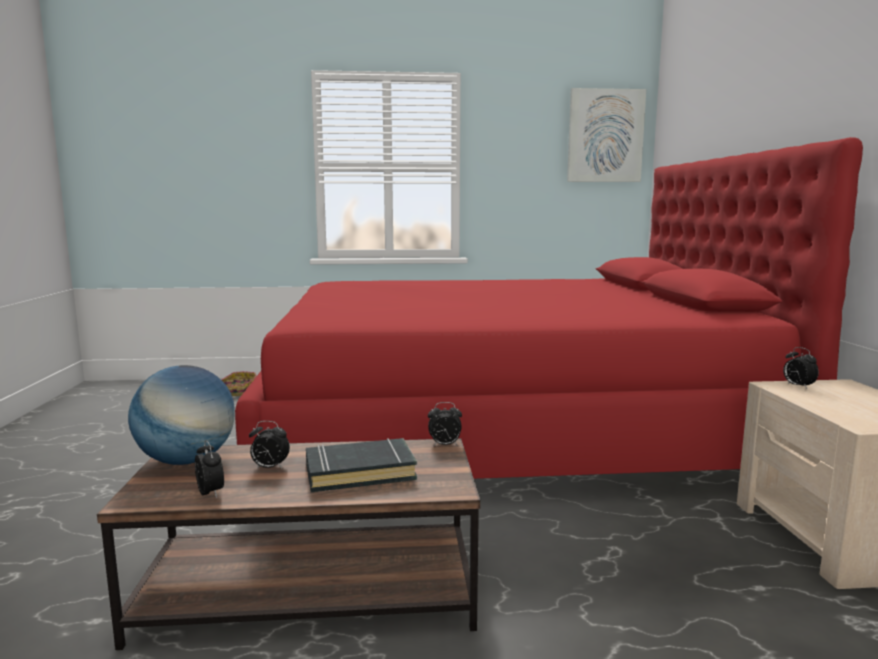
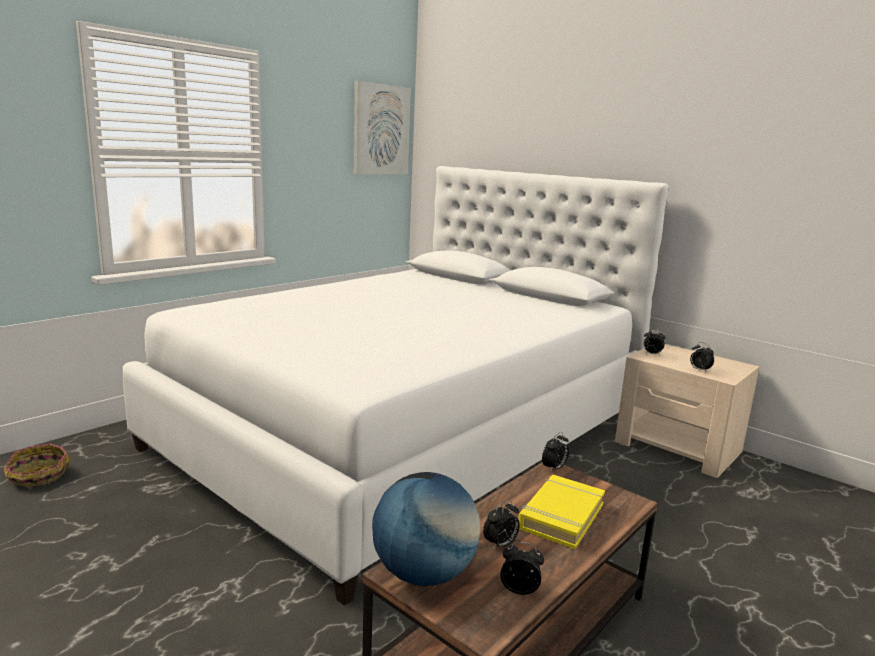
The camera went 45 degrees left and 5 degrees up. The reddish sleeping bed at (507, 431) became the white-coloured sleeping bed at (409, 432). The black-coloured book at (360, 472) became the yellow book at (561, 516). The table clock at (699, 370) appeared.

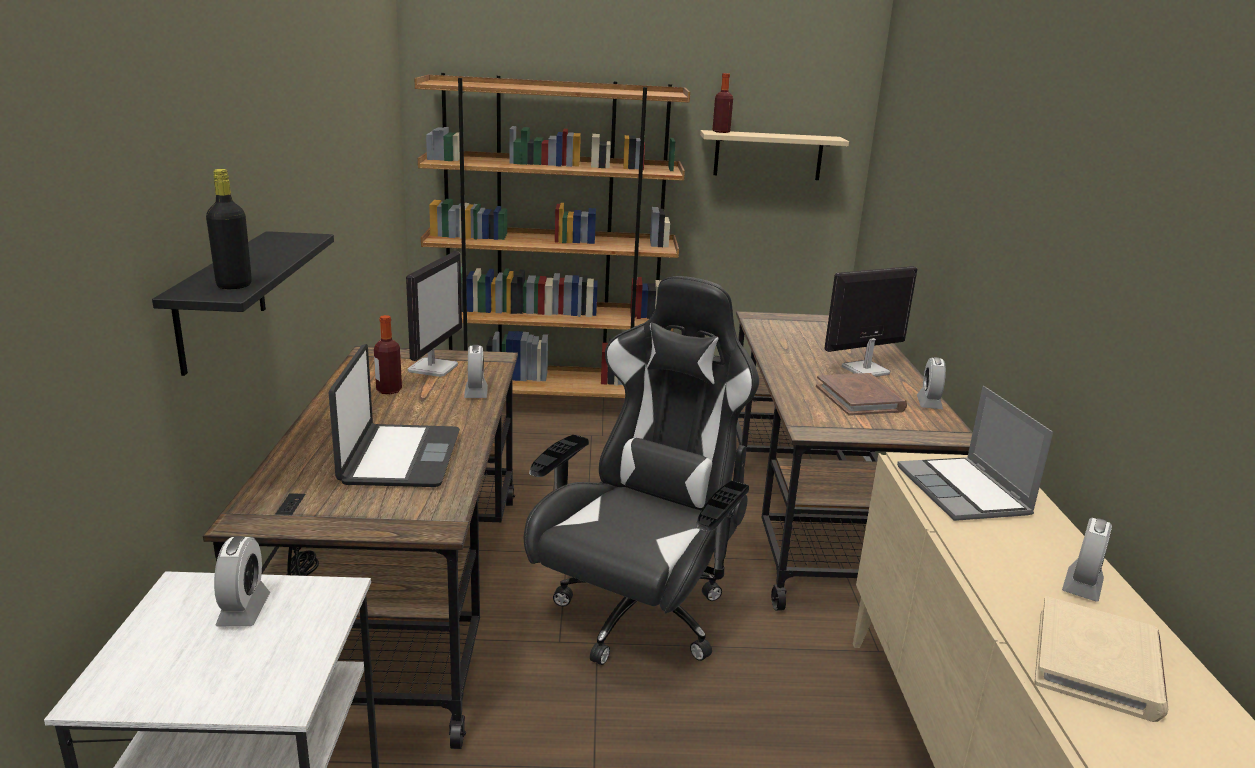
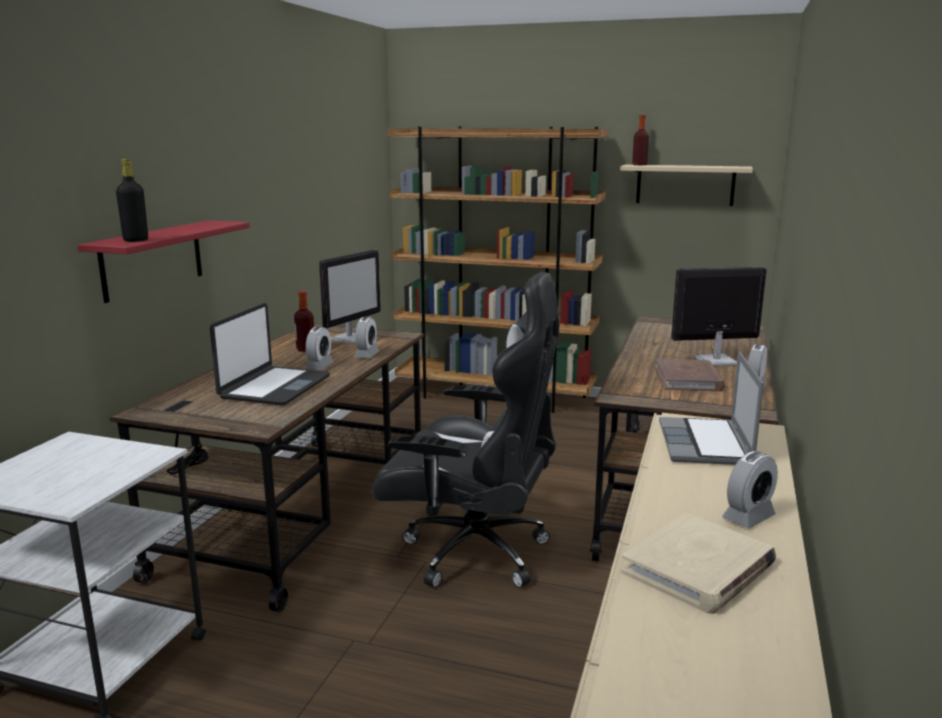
The camera went 20 degrees right and 5 degrees down. The black-coloured shelf at (221, 300) became the reddish shelf at (153, 259). The table clock moved from (244, 610) to (319, 366). The black-coloured office chair at (636, 621) turned 60 degrees clockwise.

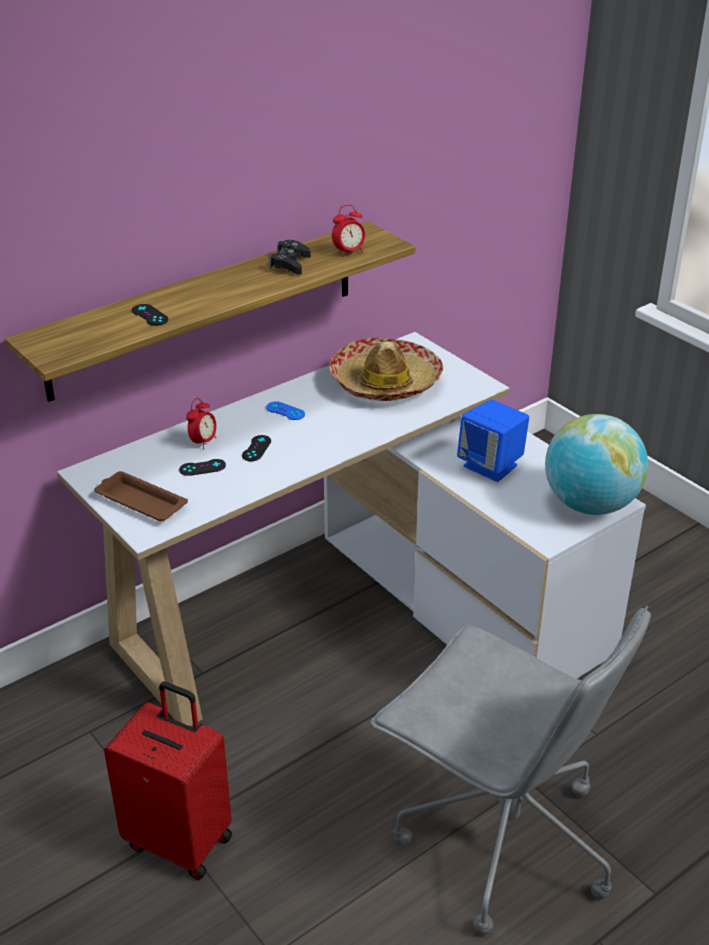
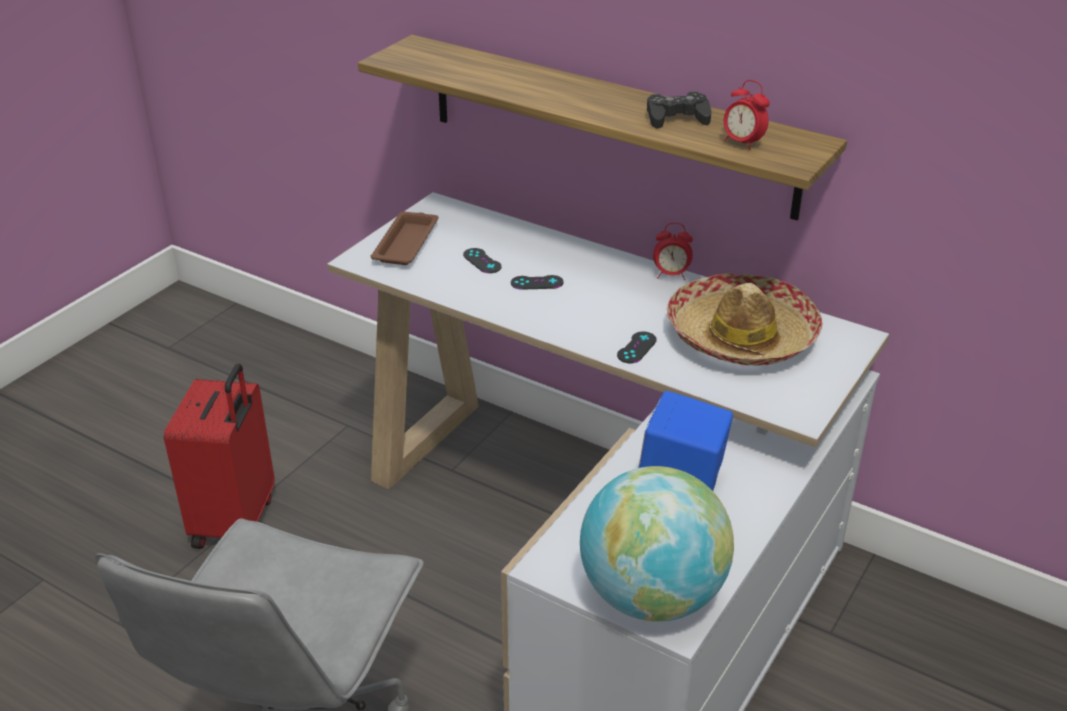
The camera went 70 degrees right and 0 degrees up. The black-coloured gamepad moved from (150, 315) to (636, 348). The table clock moved from (203, 442) to (671, 275). The bluish gamepad at (285, 411) disappeared.

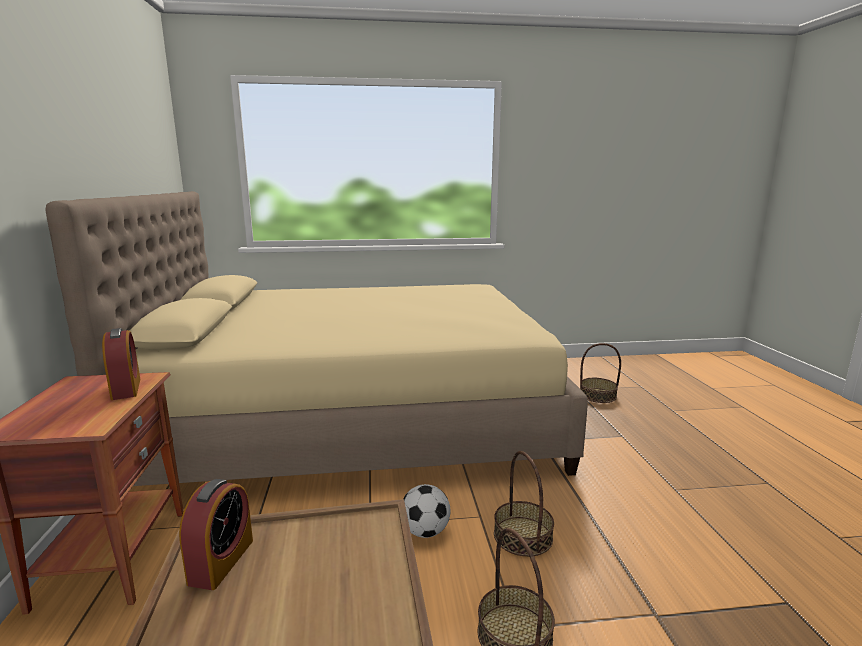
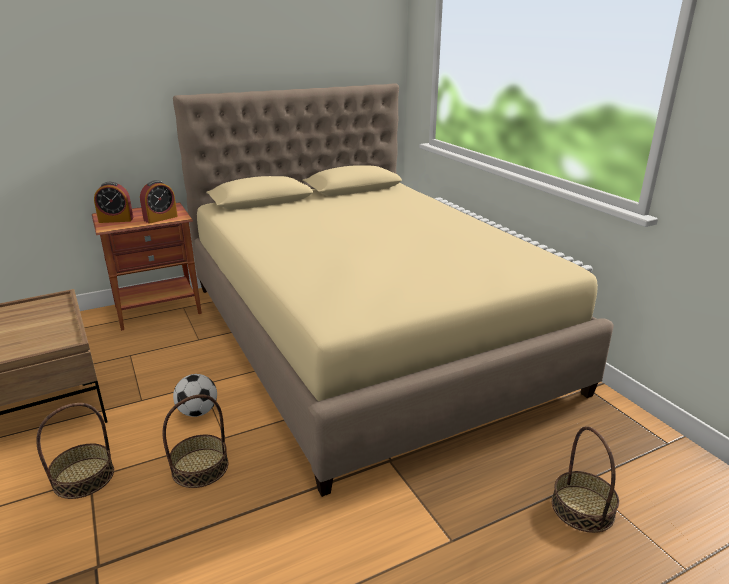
The camera went 70 degrees right and 10 degrees up. The table clock moved from (221, 561) to (116, 220).

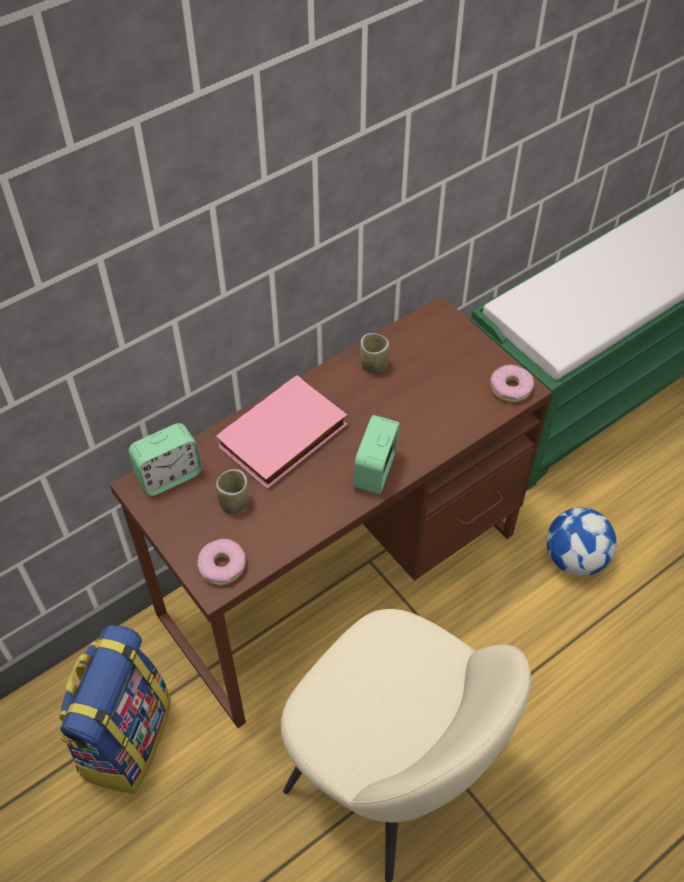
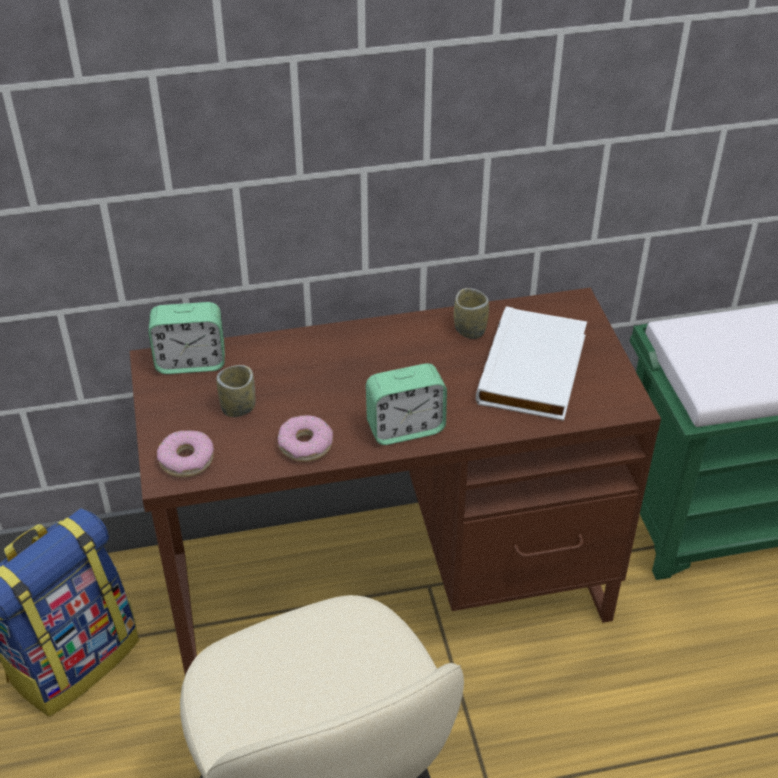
The camera went 25 degrees right and 10 degrees down. The pinkish book at (283, 437) disappeared. The table clock at (375, 471) turned 150 degrees counterclockwise. The doughnut moved from (511, 388) to (305, 445). The football ball at (574, 558) disappeared. The white-coloured book at (535, 370) appeared.

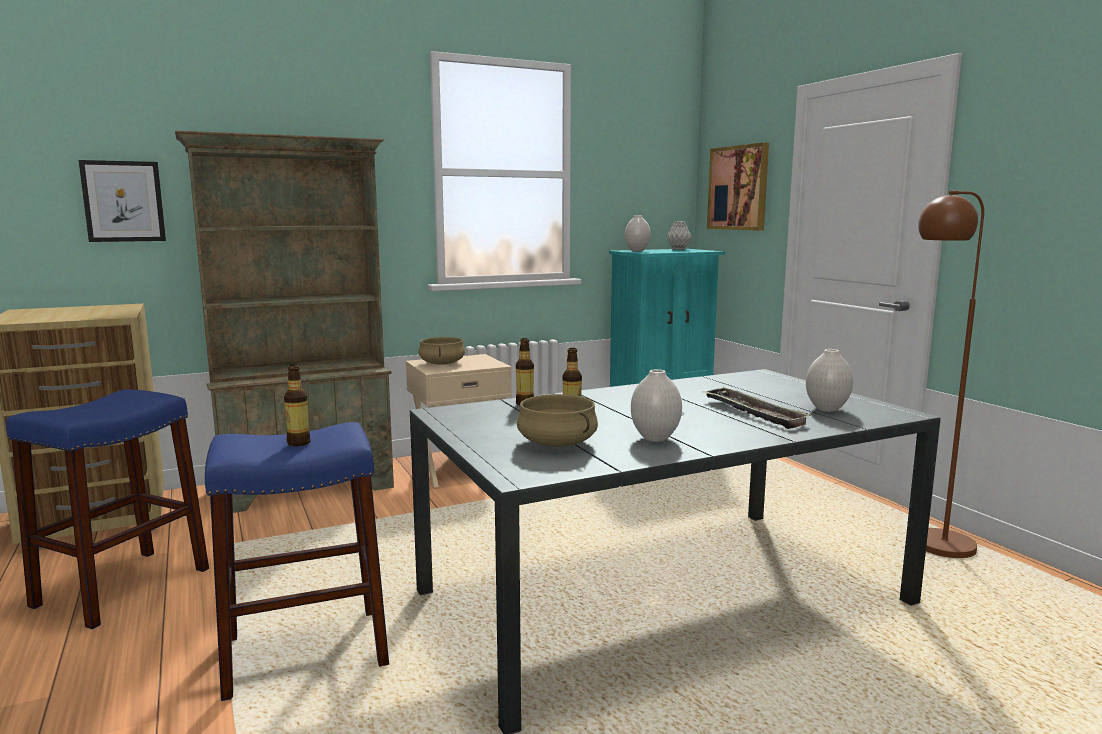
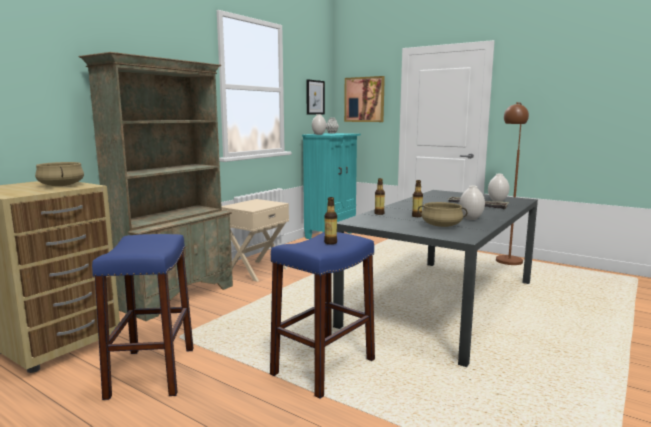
The camera went 30 degrees left and 0 degrees up. The wall picture moved from (123, 201) to (315, 97). The beige-coloured saucepot moved from (441, 363) to (60, 185).

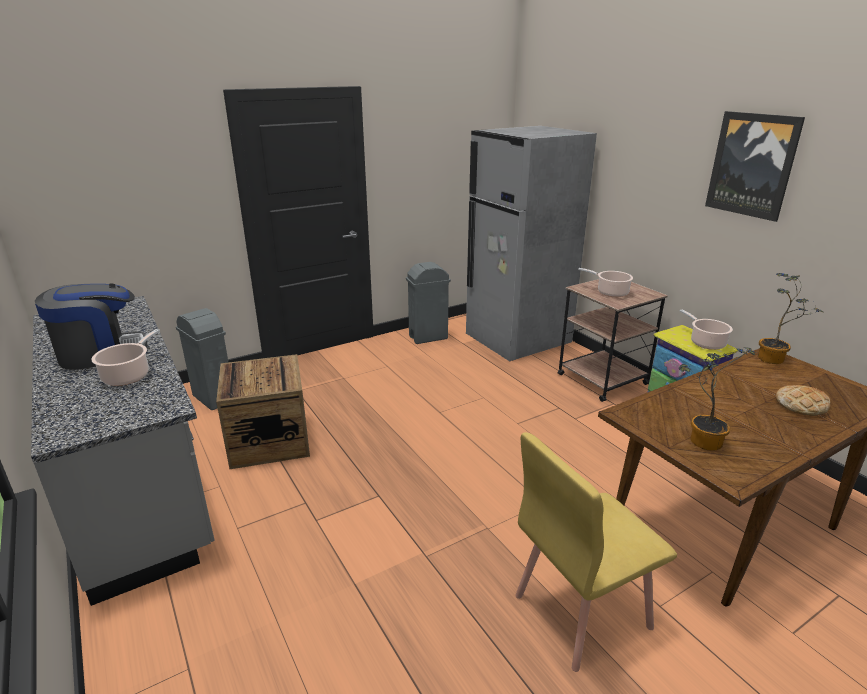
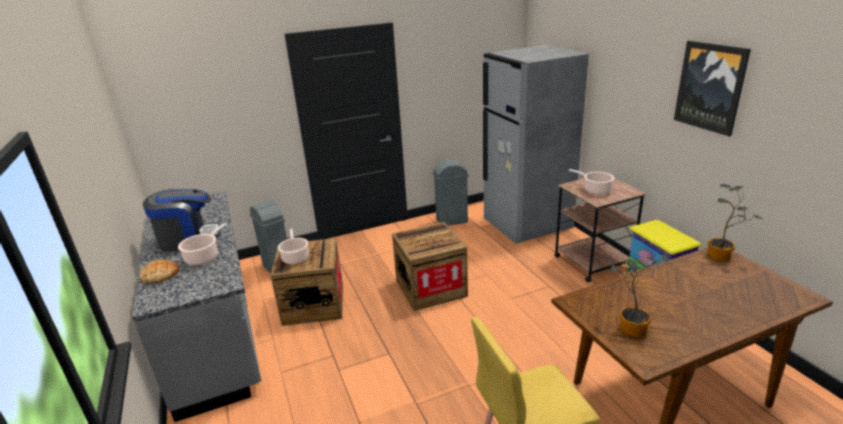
The camera went 10 degrees right and 0 degrees up. The saucepot moved from (705, 343) to (295, 257). The bread moved from (801, 405) to (160, 274). The shipping crate at (431, 288) appeared.

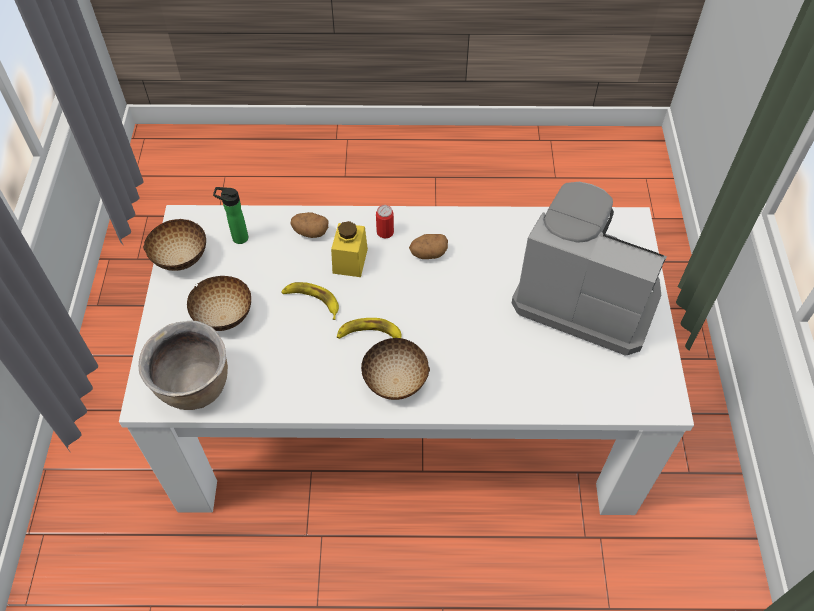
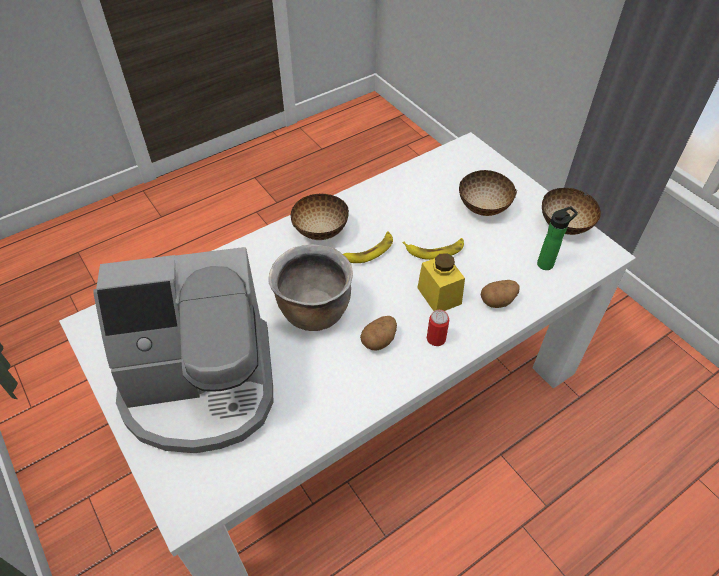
The camera went 145 degrees right and 5 degrees down. The brown saucepot moved from (195, 388) to (313, 311).

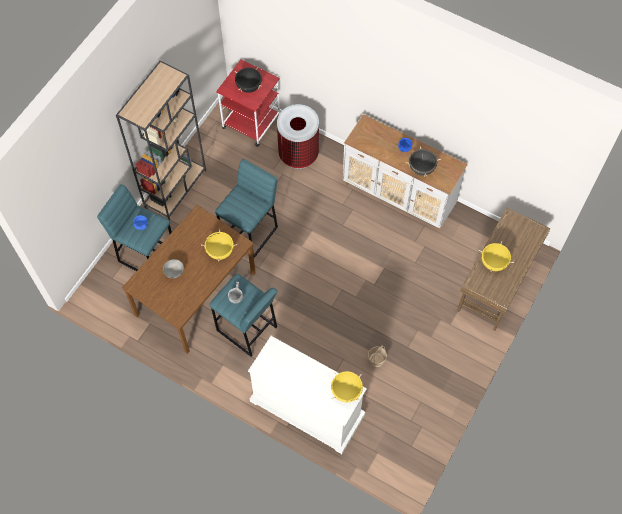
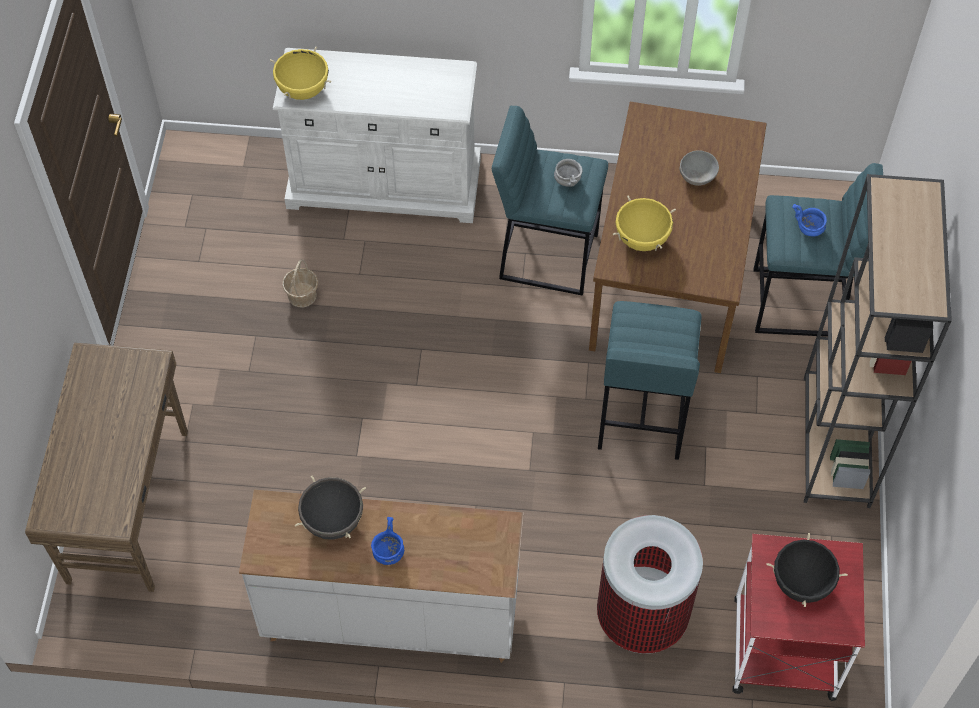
The camera went 155 degrees right and 5 degrees down. The yellow saucepot at (493, 263) disappeared.

